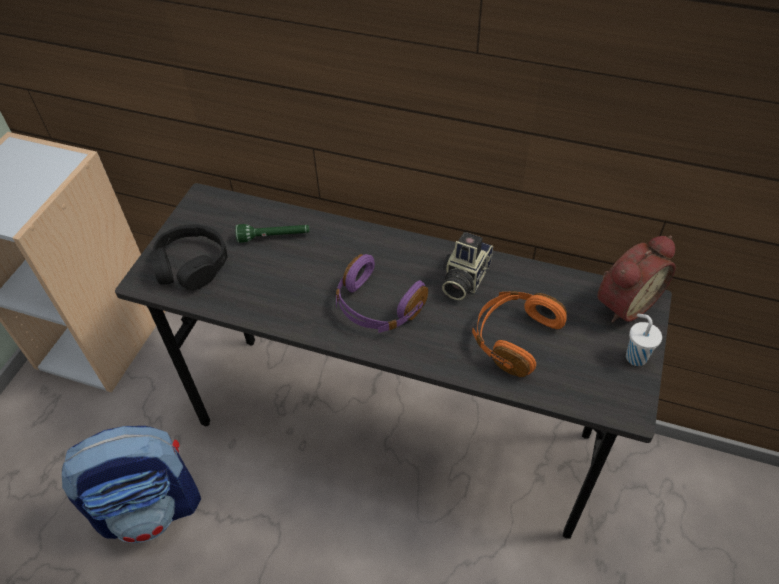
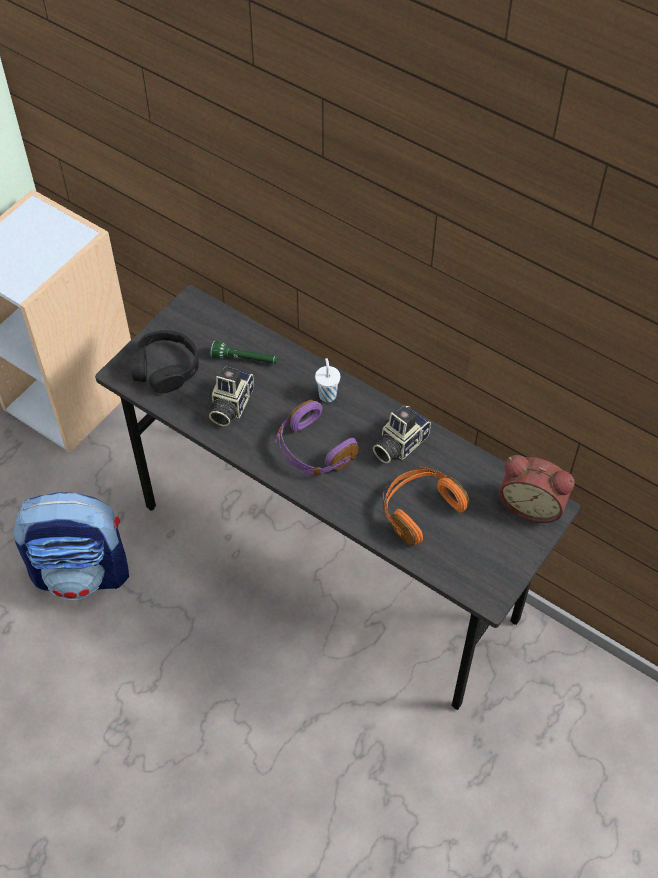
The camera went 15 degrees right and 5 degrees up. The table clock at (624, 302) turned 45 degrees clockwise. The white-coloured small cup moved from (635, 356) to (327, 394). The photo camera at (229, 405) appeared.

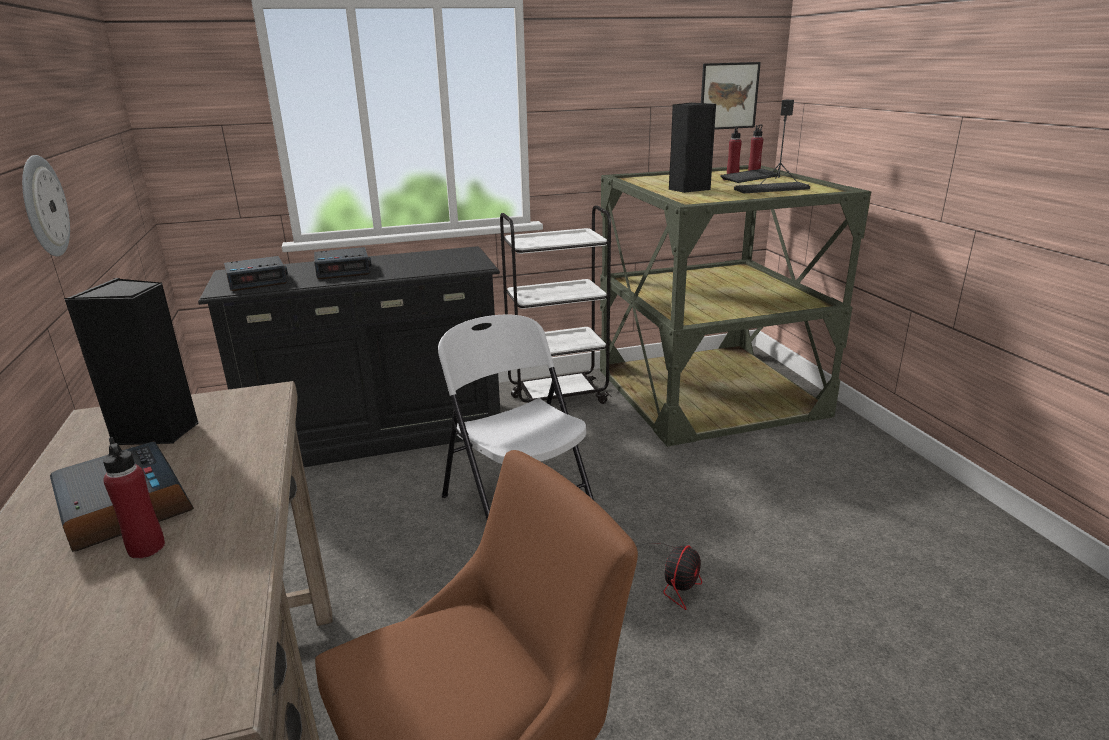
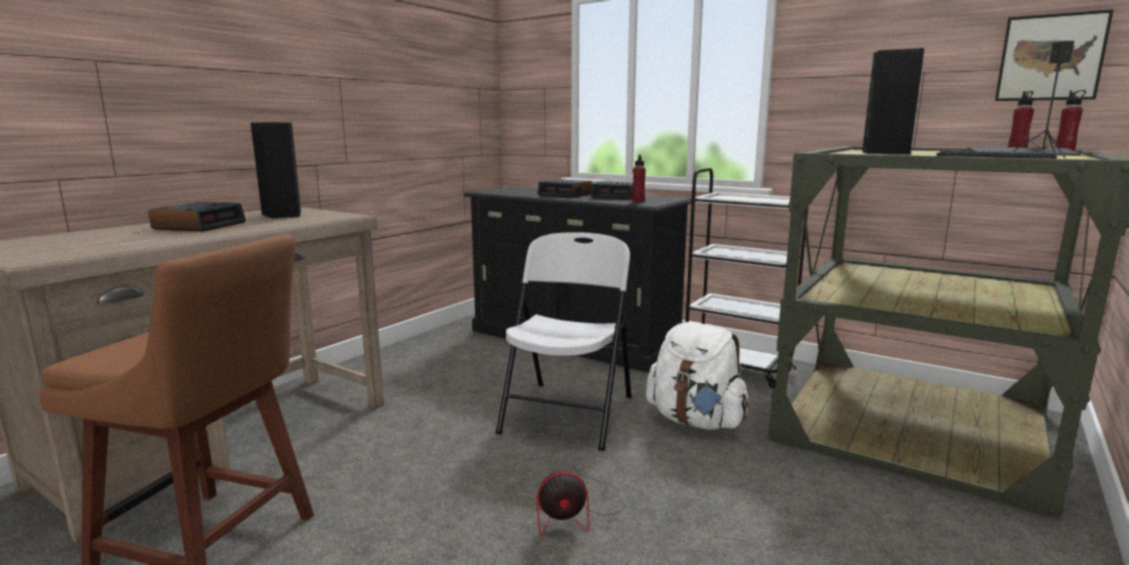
The camera went 50 degrees right and 10 degrees down. The clock on the wall at (43, 206) disappeared. The reddish bottle moved from (146, 548) to (638, 201). The table clock moved from (257, 280) to (617, 196). The white-coloured backpack at (696, 421) appeared.

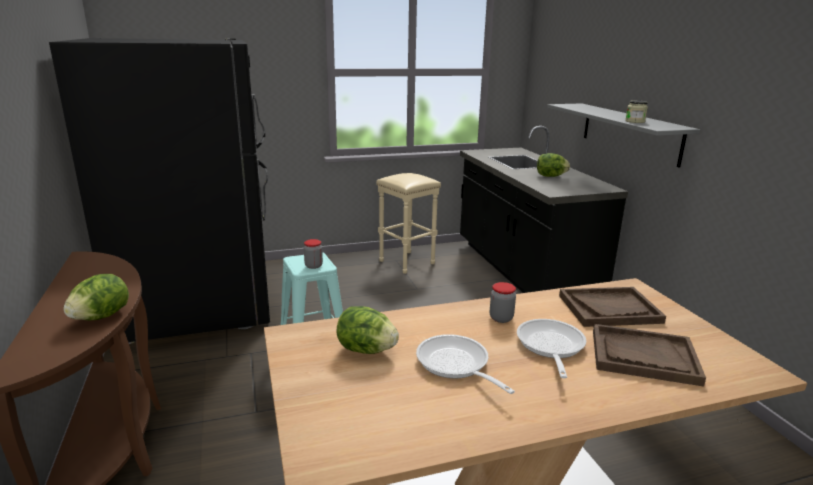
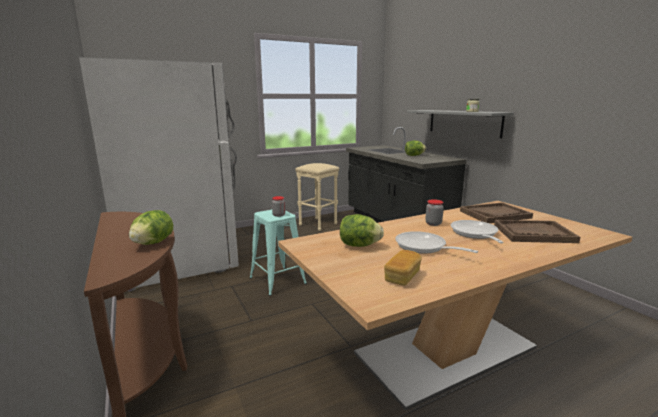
The camera went 10 degrees left and 5 degrees down. The black-coloured refrigerator at (197, 305) became the white-coloured refrigerator at (177, 261). The bread at (402, 277) appeared.

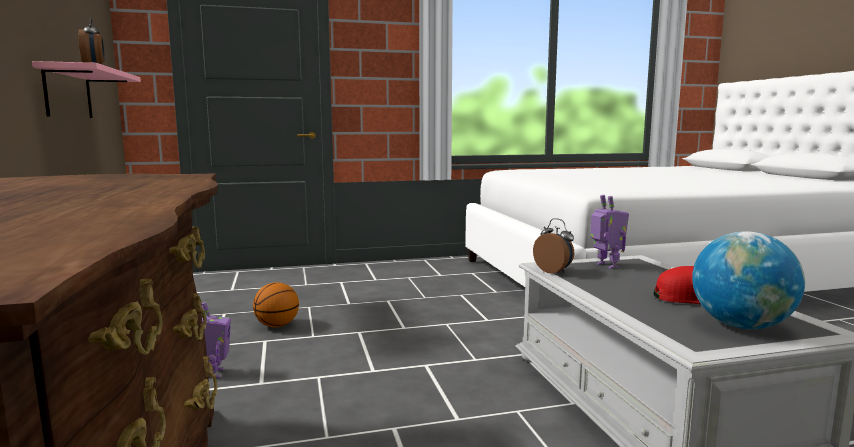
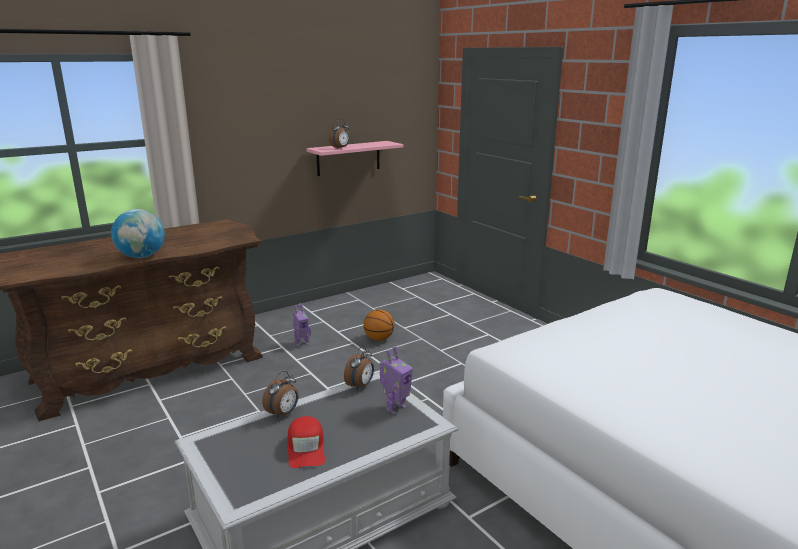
The camera went 70 degrees right and 10 degrees up. The globe moved from (741, 325) to (142, 257). The table clock at (283, 413) appeared.

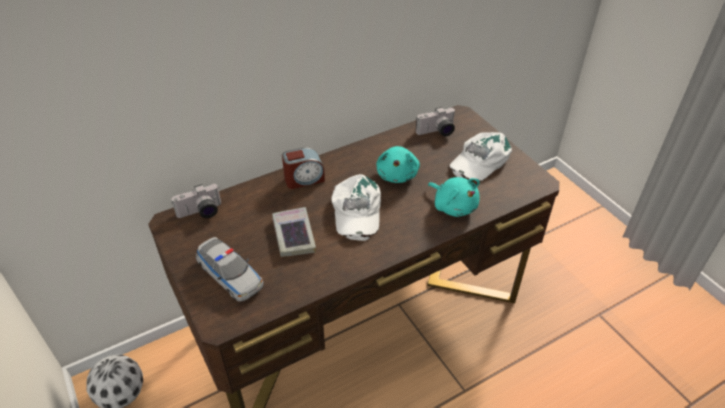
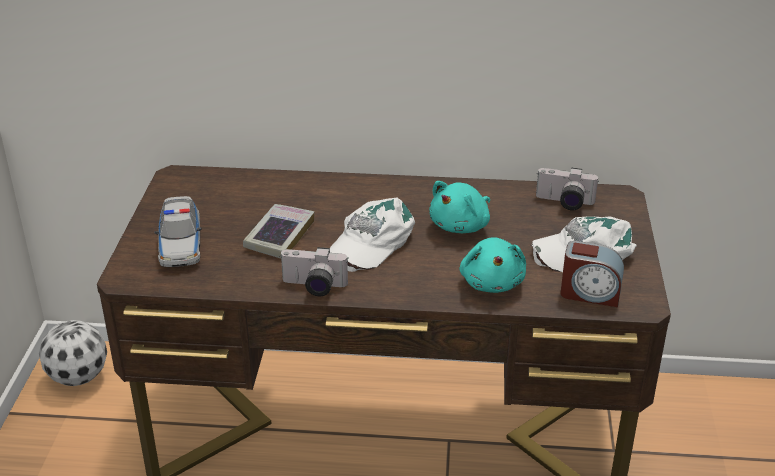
The camera went 35 degrees right and 10 degrees down. The photo camera moved from (201, 213) to (313, 287). The table clock moved from (304, 179) to (590, 293).

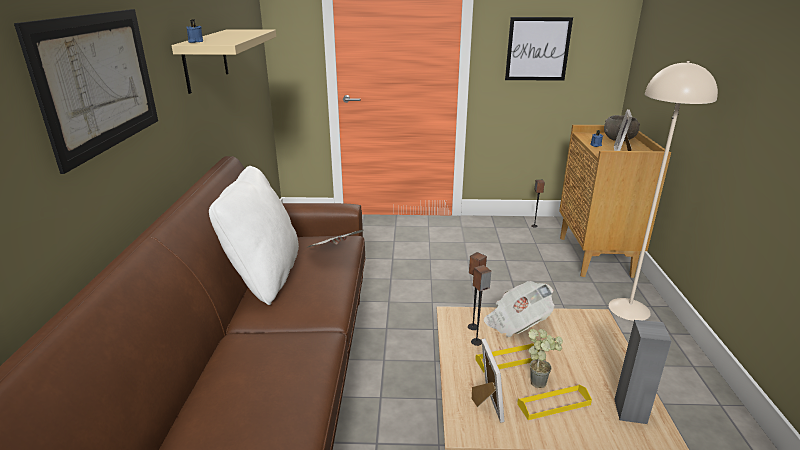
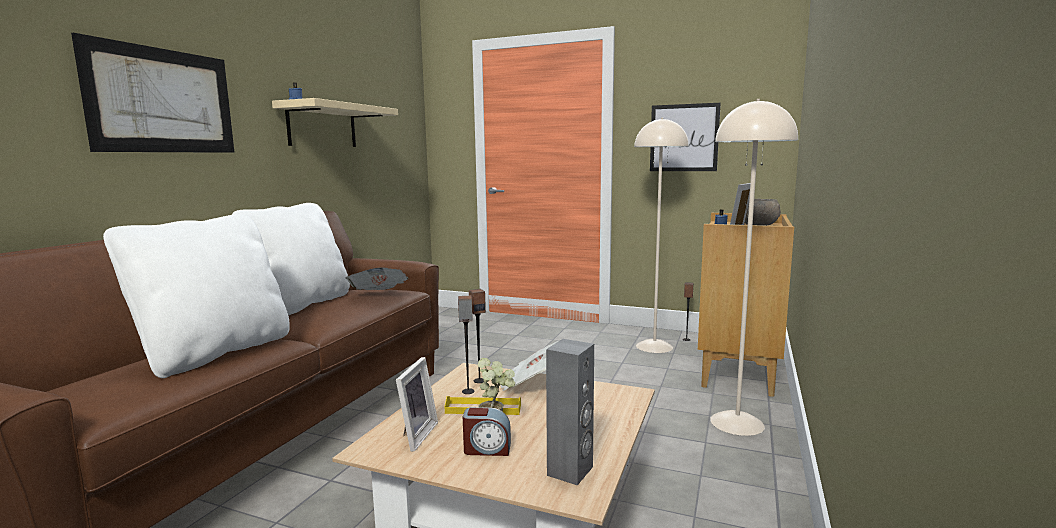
The camera went 20 degrees right and 15 degrees down. The yellow carrying tray at (553, 404) was replaced by the table clock at (487, 449). The white-coloured throw pillow at (215, 352) appeared. The beige-coloured standing lamp at (654, 346) appeared.

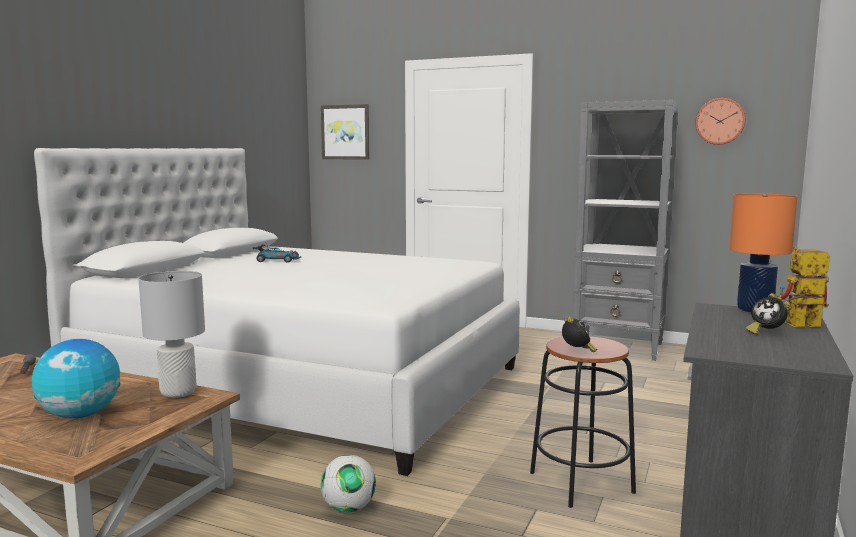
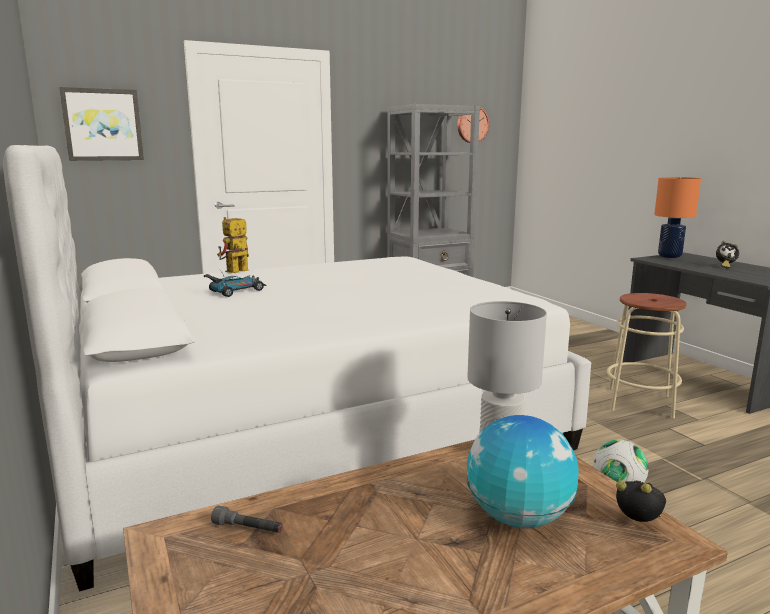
The camera went 50 degrees left and 5 degrees up. The black-coloured stool at (581, 482) became the beige-coloured stool at (640, 402). The table clock moved from (577, 351) to (639, 524). The robot figure moved from (797, 326) to (234, 272).

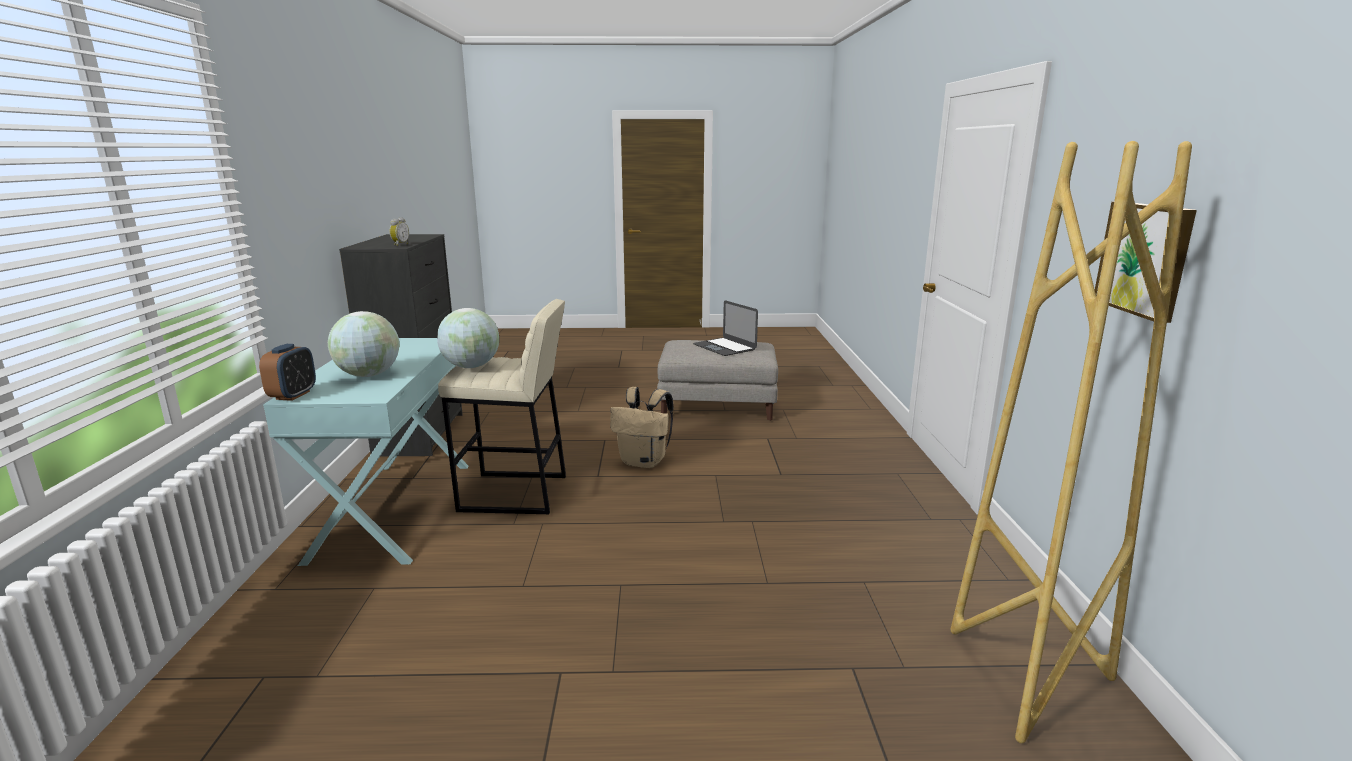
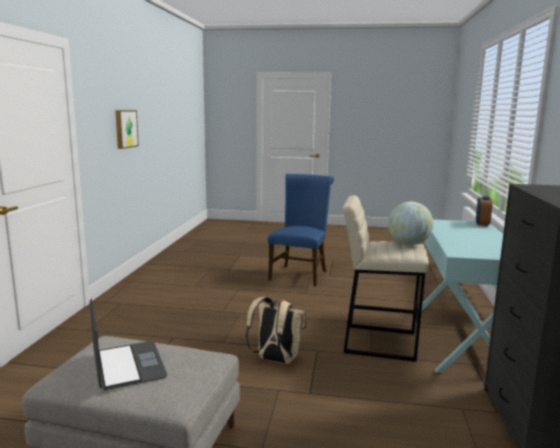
The camera went 170 degrees left and 5 degrees down. The globe at (369, 375) disappeared. The table clock at (399, 244) disappeared. The yellow clothes rack at (1026, 682) disappeared. The bluish upright chair at (299, 274) appeared.

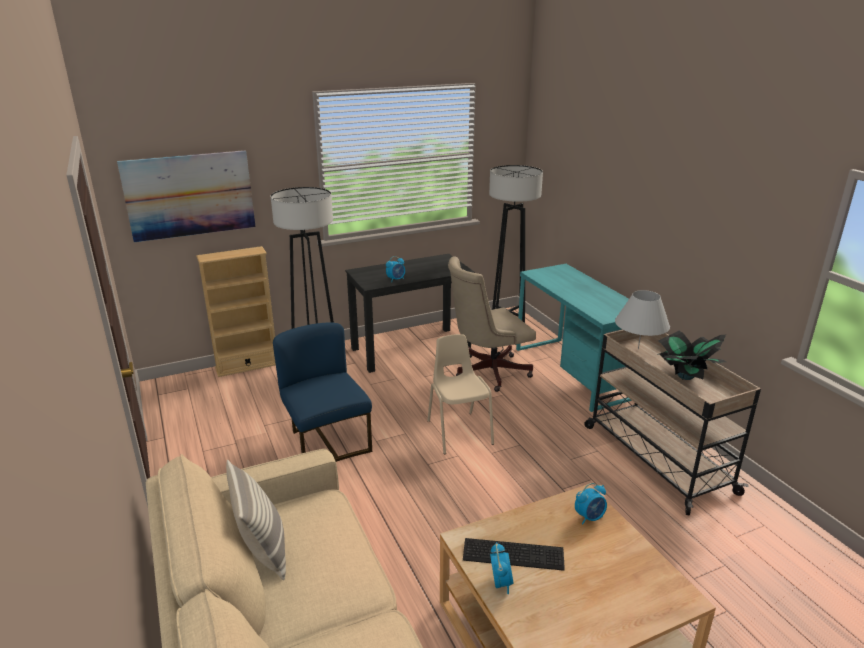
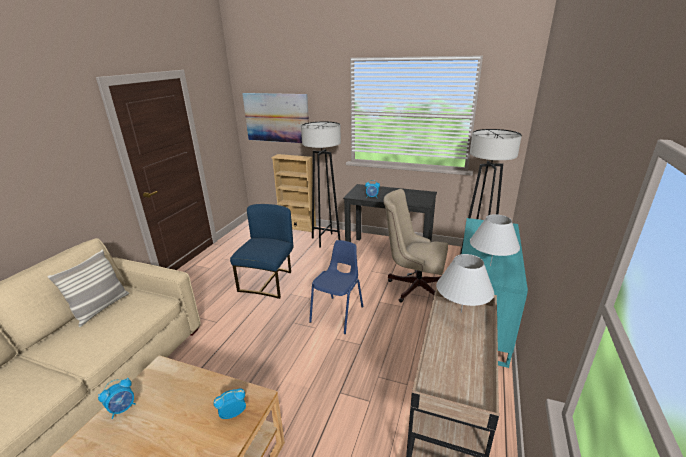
The camera went 45 degrees right and 0 degrees up. The beige-coloured upright chair at (459, 432) became the bluish upright chair at (338, 314). The keyboard at (512, 552) disappeared. The table clock at (589, 517) turned 135 degrees clockwise. The potted plant at (685, 377) disappeared. The white-coloured table lamp at (490, 265) appeared.

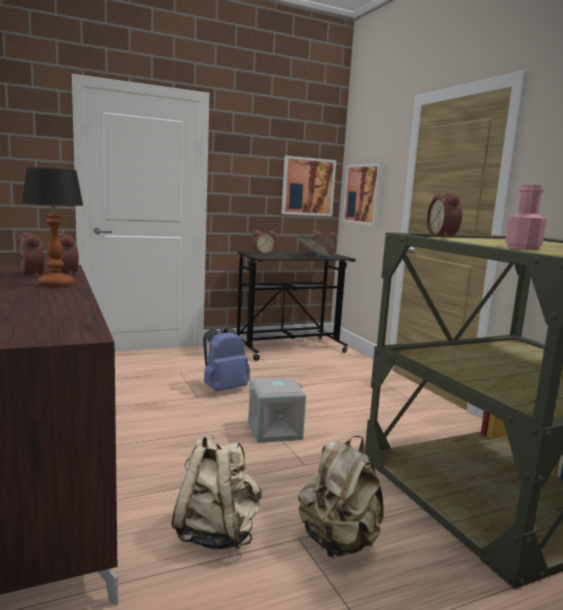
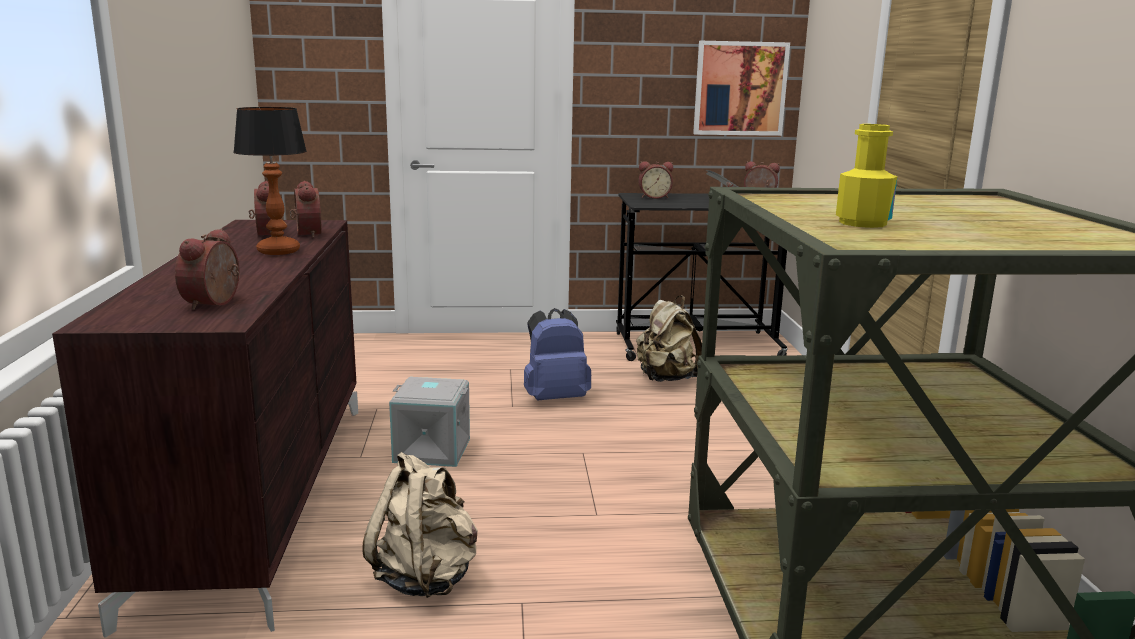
The camera went 20 degrees right and 5 degrees up. The greyish storage container moved from (274, 431) to (431, 451). The beige-coloured backpack moved from (338, 541) to (666, 379). The wall picture at (363, 194) disappeared. The table clock moved from (444, 236) to (215, 303). The pinkish bottle at (522, 248) became the yellow bottle at (862, 223).

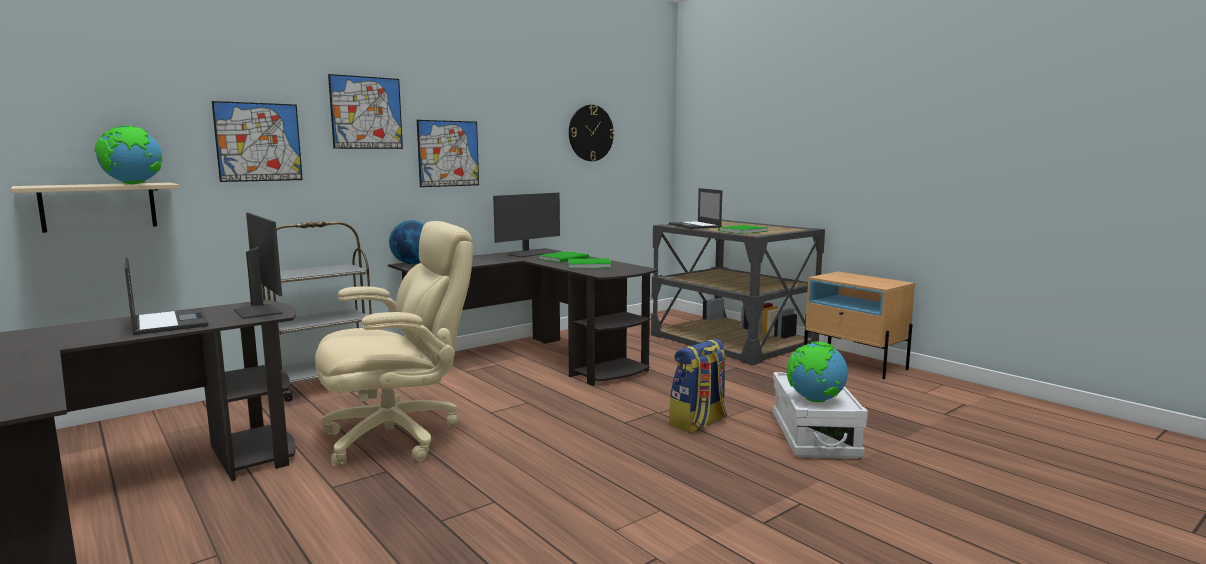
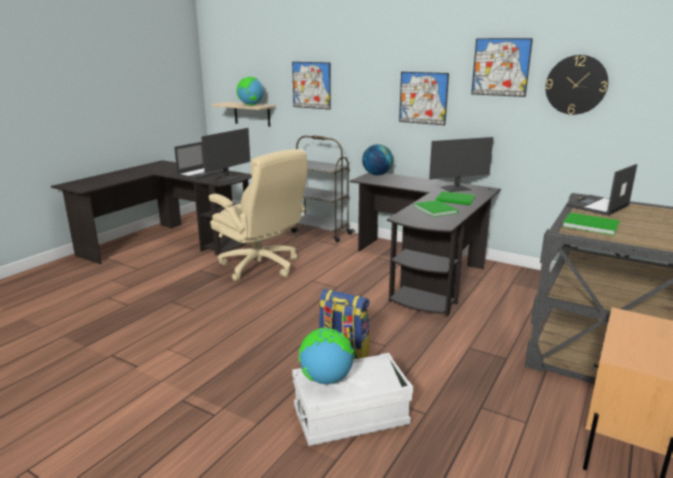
The camera went 70 degrees right and 10 degrees up. The wall picture moved from (366, 113) to (500, 67). The computer display at (525, 254) turned 45 degrees counterclockwise.

